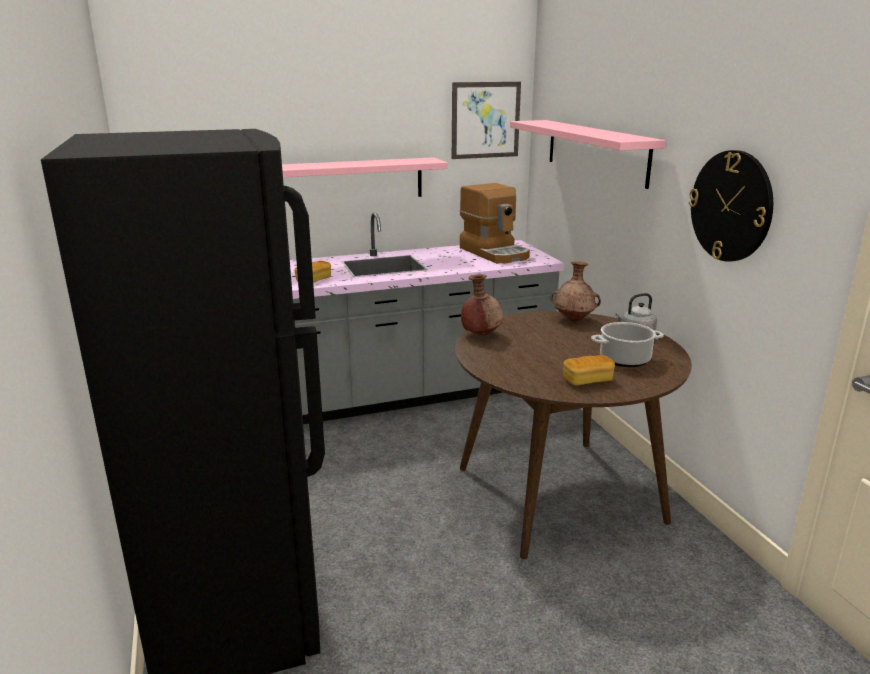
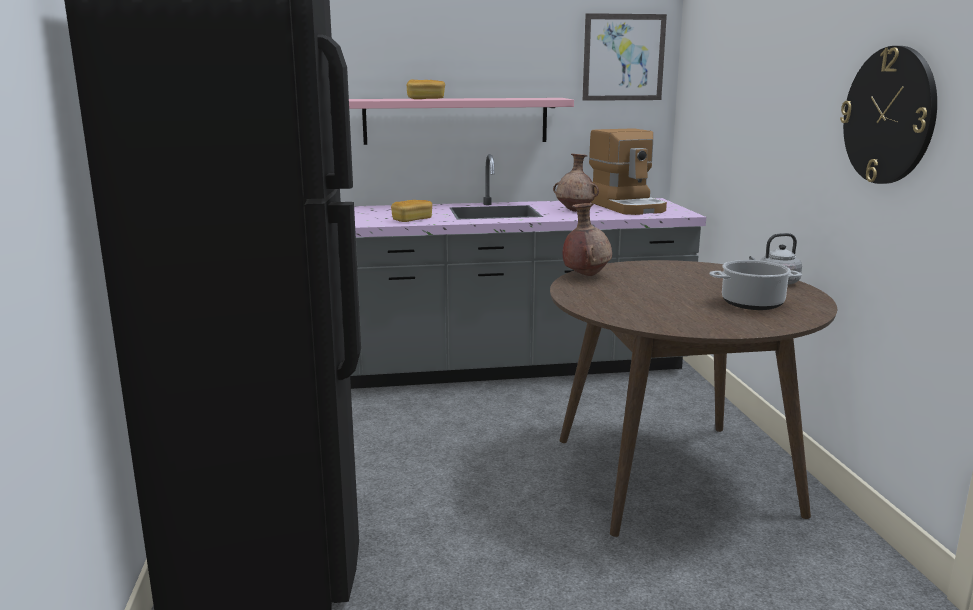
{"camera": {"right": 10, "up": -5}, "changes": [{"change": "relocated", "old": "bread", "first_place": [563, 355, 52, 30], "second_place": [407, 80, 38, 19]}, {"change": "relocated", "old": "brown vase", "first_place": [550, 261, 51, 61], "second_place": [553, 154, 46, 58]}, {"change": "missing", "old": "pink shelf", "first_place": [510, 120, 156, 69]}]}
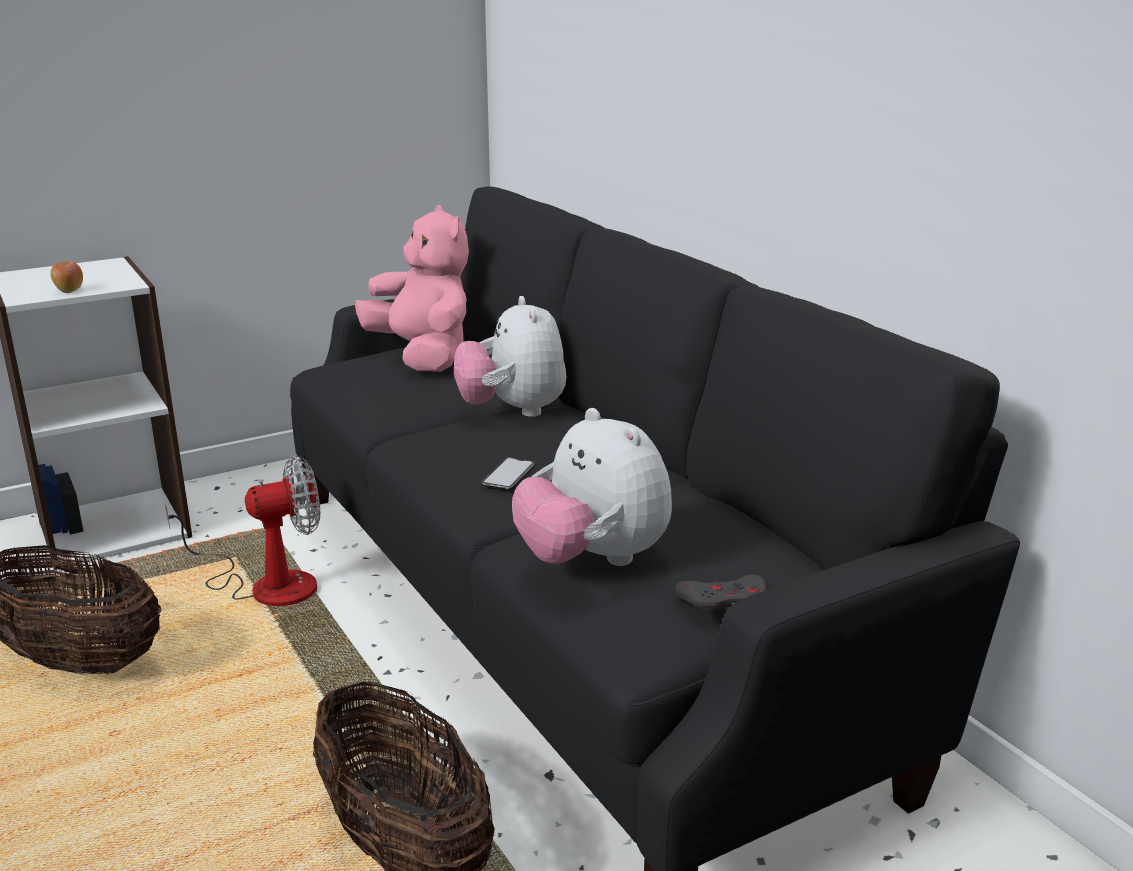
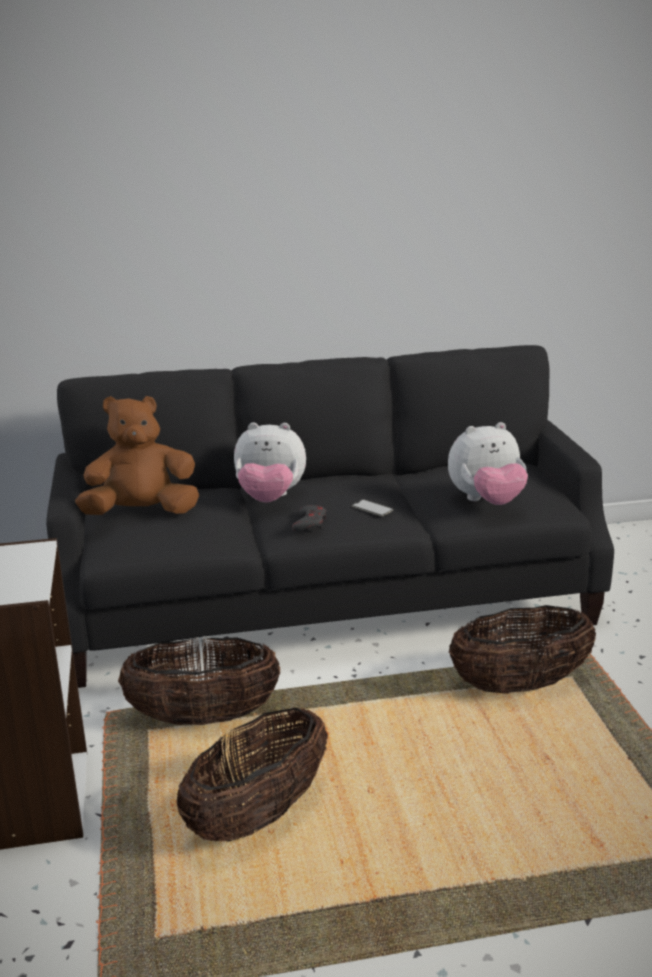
{"camera": {"right": -70, "up": 0}, "changes": [{"change": "colour", "old": "pink plush toy", "new": "brown plush toy", "first_place": [355, 205, 114, 167], "second_place": [75, 396, 124, 119]}, {"change": "exchanged", "old": "fan", "new": "basket", "first_place": [165, 456, 155, 150], "second_place": [118, 637, 162, 88]}, {"change": "relocated", "old": "grey game controller", "first_place": [675, 575, 92, 44], "second_place": [292, 505, 34, 26]}, {"change": "missing", "old": "apple", "first_place": [51, 261, 32, 32]}]}
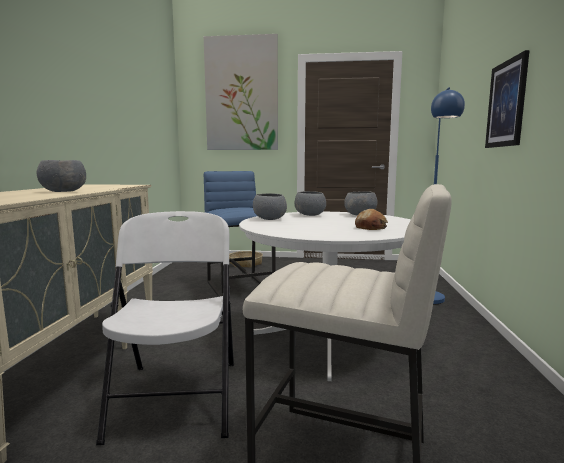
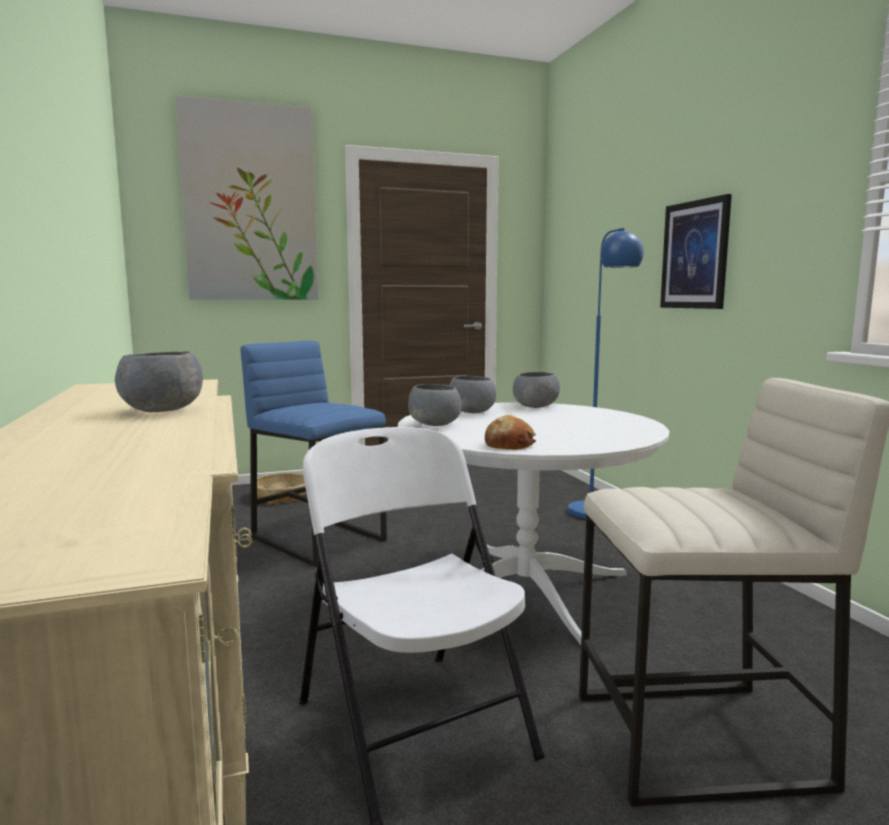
{"camera": {"right": -25, "up": 0}, "changes": [{"change": "relocated", "old": "bread", "first_place": [355, 209, 33, 21], "second_place": [485, 415, 51, 35]}]}
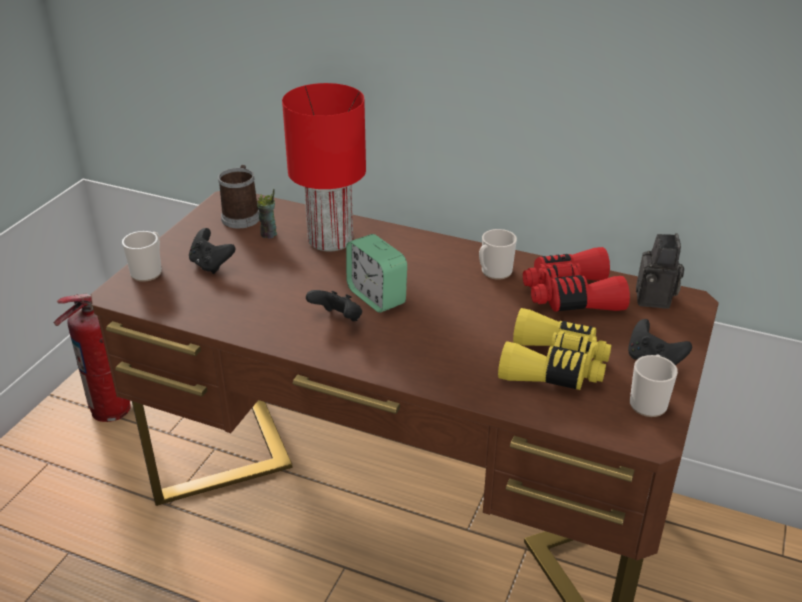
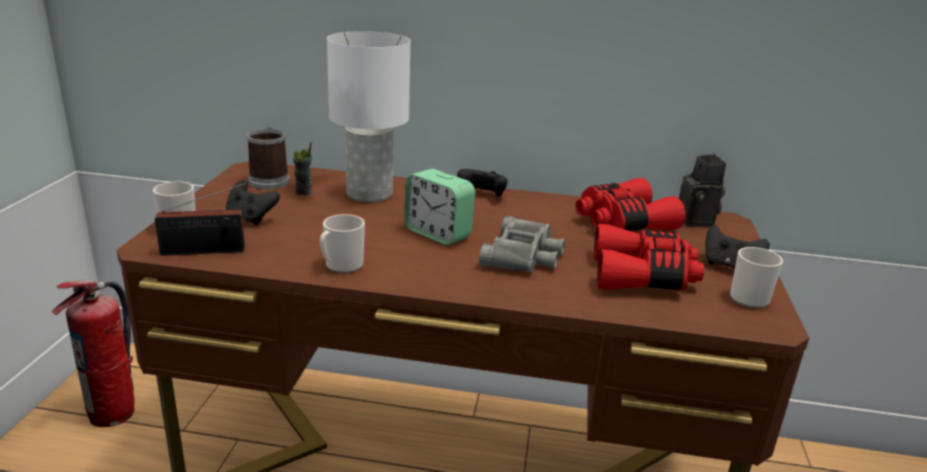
{"camera": {"right": -15, "up": -10}, "changes": [{"change": "appeared", "new": "radio", "second_place": [155, 182, 94, 74]}, {"change": "relocated", "old": "mug", "first_place": [479, 229, 38, 51], "second_place": [320, 214, 45, 59]}, {"change": "colour", "old": "red table lamp", "new": "white table lamp", "first_place": [282, 83, 84, 168], "second_place": [327, 31, 84, 171]}, {"change": "relocated", "old": "black game controller", "first_place": [306, 290, 56, 31], "second_place": [457, 169, 51, 27]}, {"change": "appeared", "new": "grey binoculars", "second_place": [479, 216, 86, 57]}, {"change": "colour", "old": "yellow binoculars", "new": "red binoculars", "first_place": [498, 308, 114, 82], "second_place": [594, 224, 110, 66]}]}
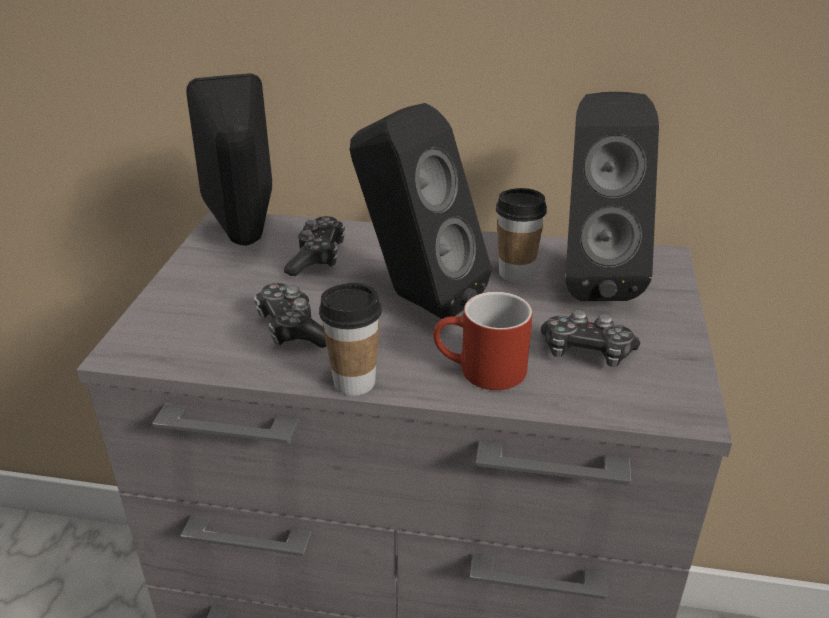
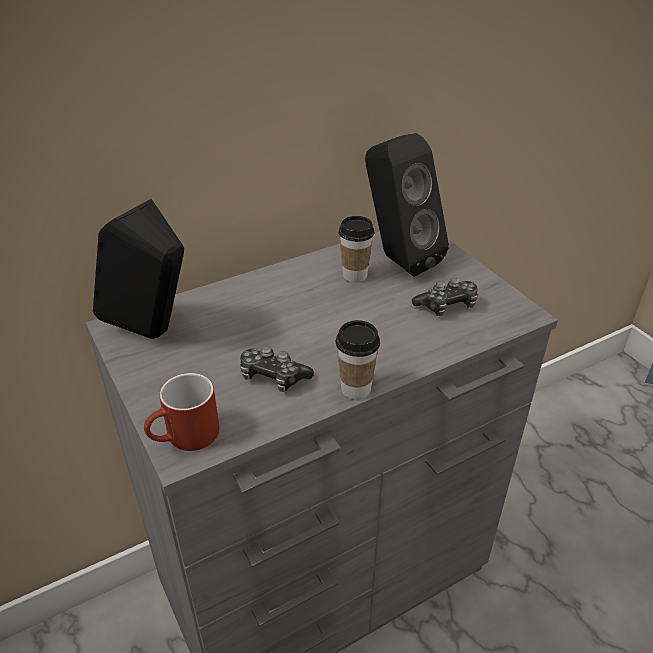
{"camera": {"right": -40, "up": 5}, "changes": [{"change": "relocated", "old": "red mug", "first_place": [433, 292, 100, 98], "second_place": [144, 373, 76, 78]}, {"change": "missing", "old": "game controller", "first_place": [284, 216, 61, 60]}, {"change": "missing", "old": "black speaker", "first_place": [350, 103, 141, 216]}]}
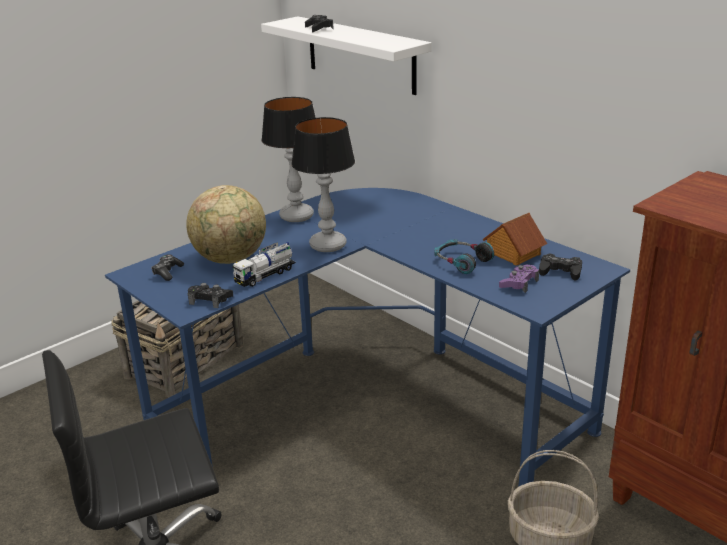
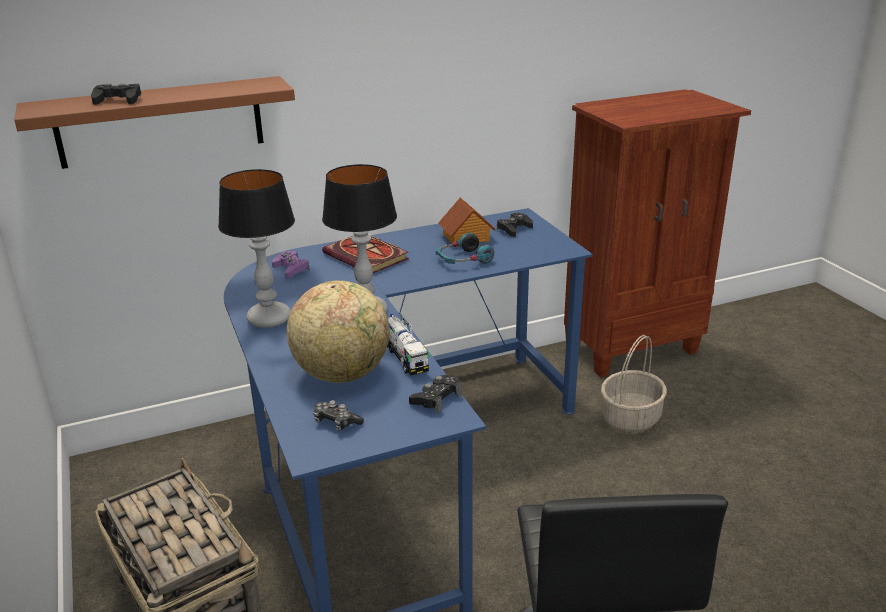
{"camera": {"right": -70, "up": 0}, "changes": [{"change": "colour", "old": "white shelf", "new": "brown shelf", "first_place": [261, 16, 171, 79], "second_place": [14, 76, 281, 93]}, {"change": "relocated", "old": "purple game controller", "first_place": [499, 264, 40, 29], "second_place": [272, 251, 38, 28]}, {"change": "appeared", "new": "book", "second_place": [322, 235, 87, 38]}]}
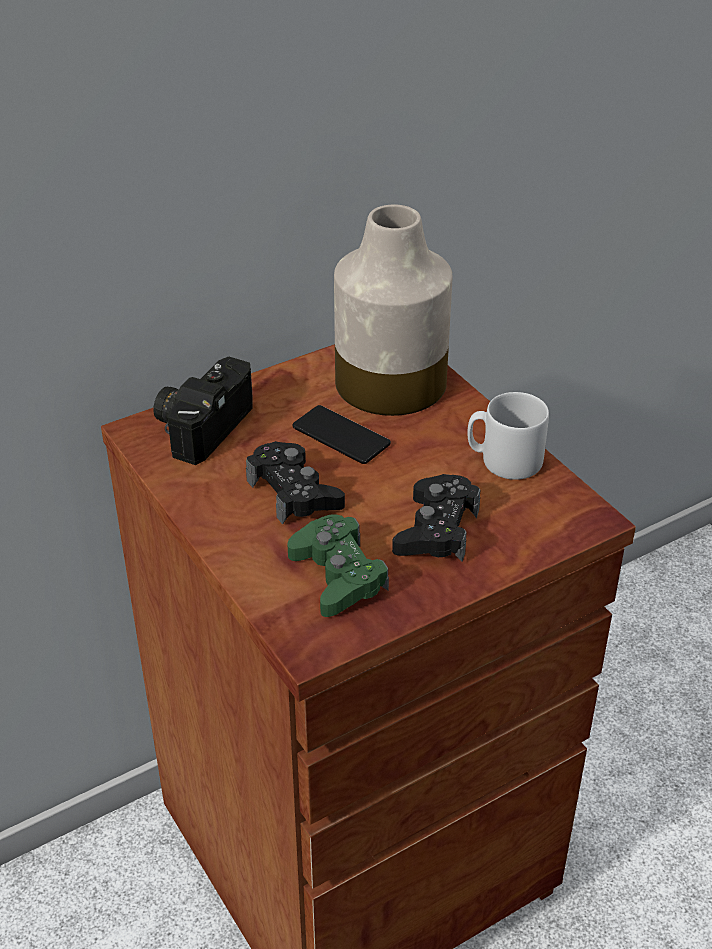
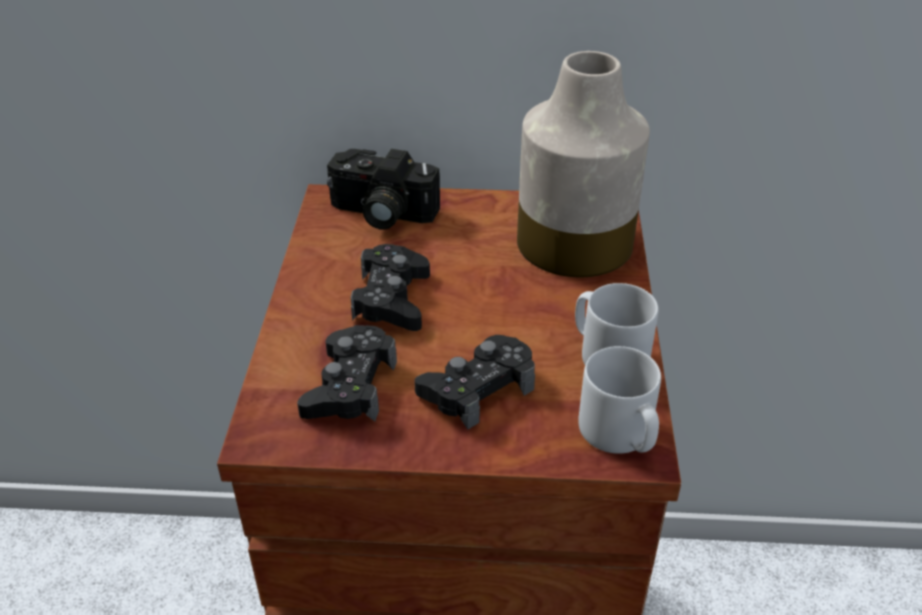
{"camera": {"right": 35, "up": 0}, "changes": [{"change": "colour", "old": "green game controller", "new": "black game controller", "first_place": [287, 514, 102, 103], "second_place": [297, 325, 100, 96]}, {"change": "spun", "old": "photo camera", "first_place": [153, 356, 100, 109], "second_place": [327, 149, 113, 81], "degrees": -135}, {"change": "appeared", "new": "grey mug", "second_place": [578, 346, 83, 108]}, {"change": "missing", "old": "phone", "first_place": [292, 405, 99, 59]}]}
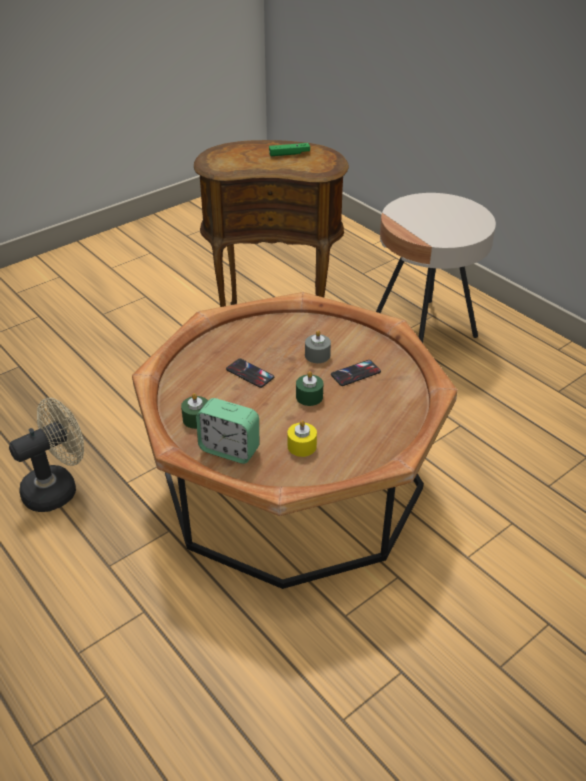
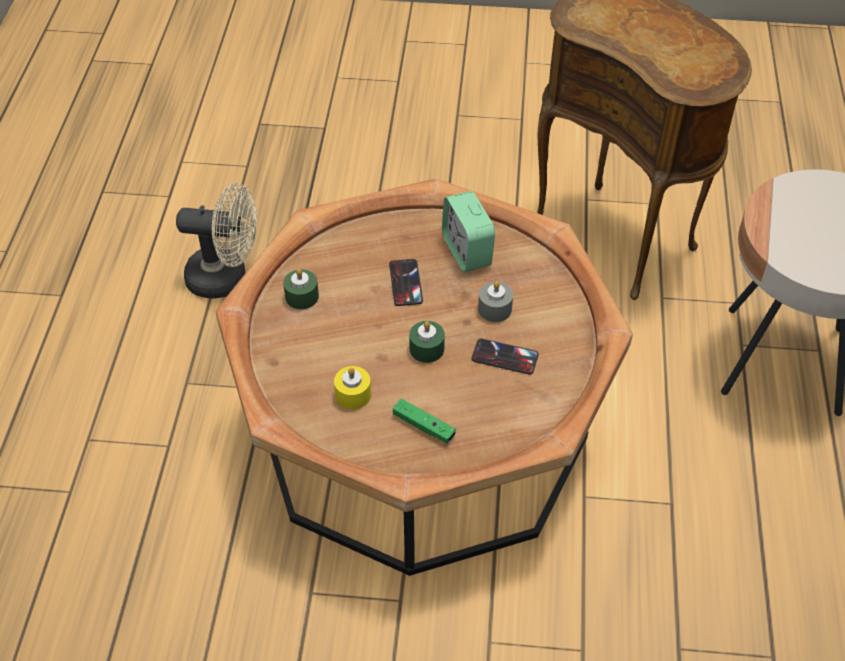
{"camera": {"right": 45, "up": 10}, "changes": [{"change": "relocated", "old": "green game controller", "first_place": [269, 143, 41, 13], "second_place": [393, 399, 63, 45]}, {"change": "relocated", "old": "alarm clock", "first_place": [196, 398, 63, 66], "second_place": [442, 191, 53, 81]}]}
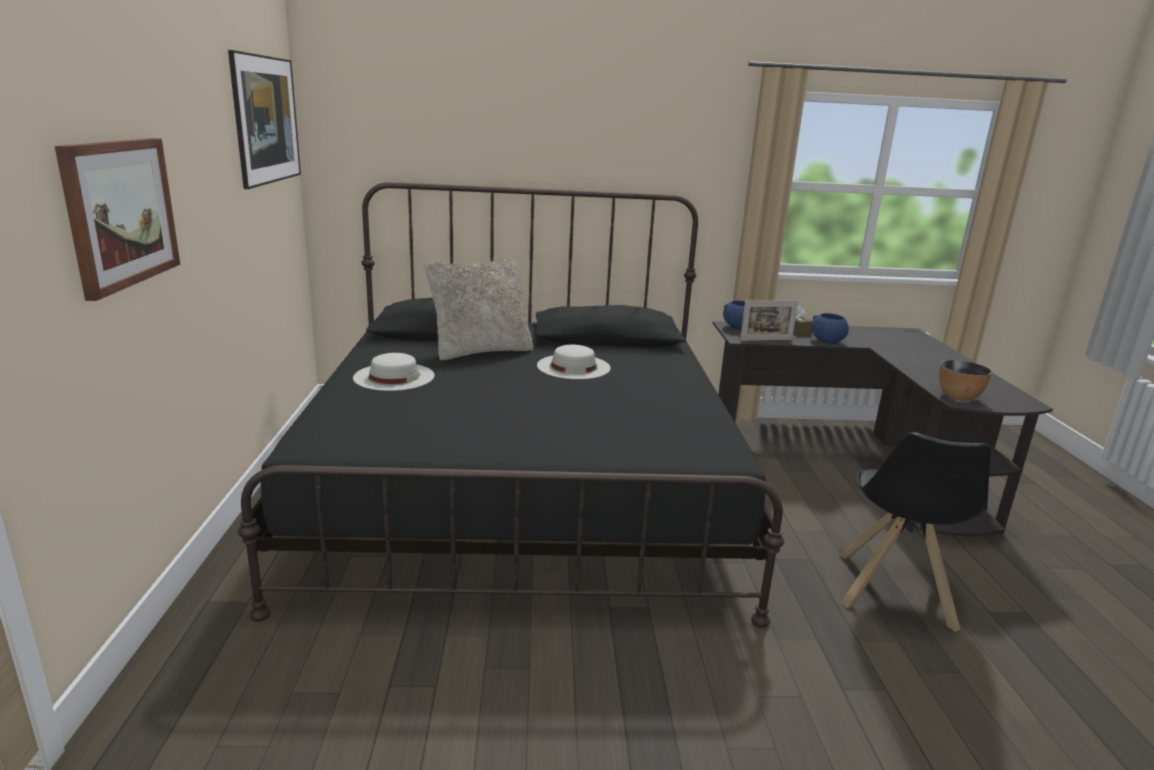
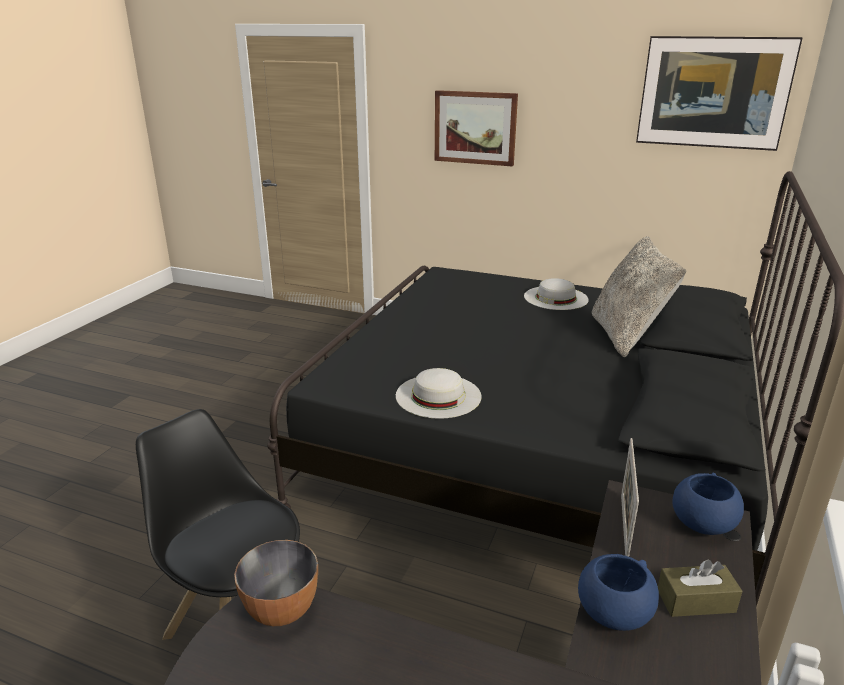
{"camera": {"right": 115, "up": 5}, "changes": [{"change": "relocated", "old": "white hat", "first_place": [537, 345, 74, 34], "second_place": [396, 368, 85, 51]}]}
